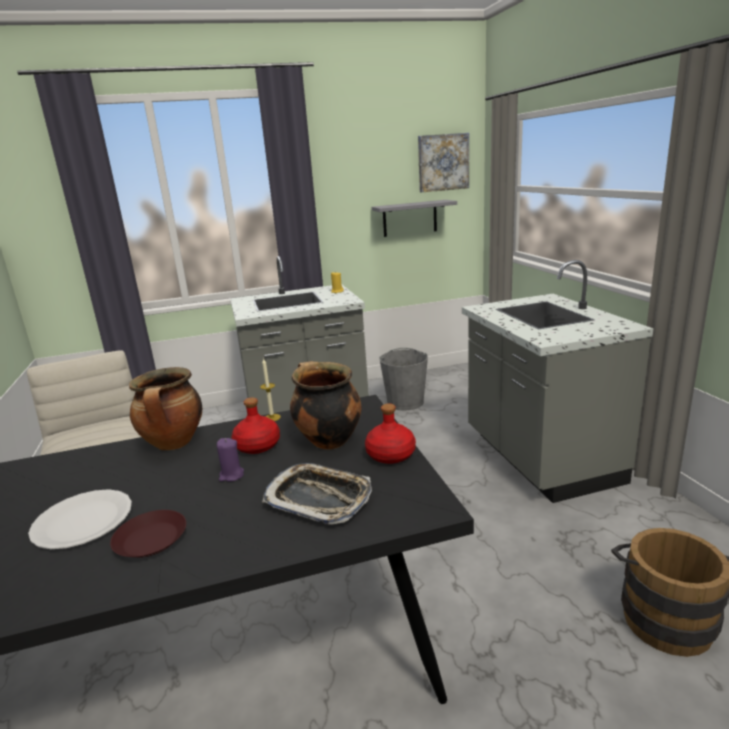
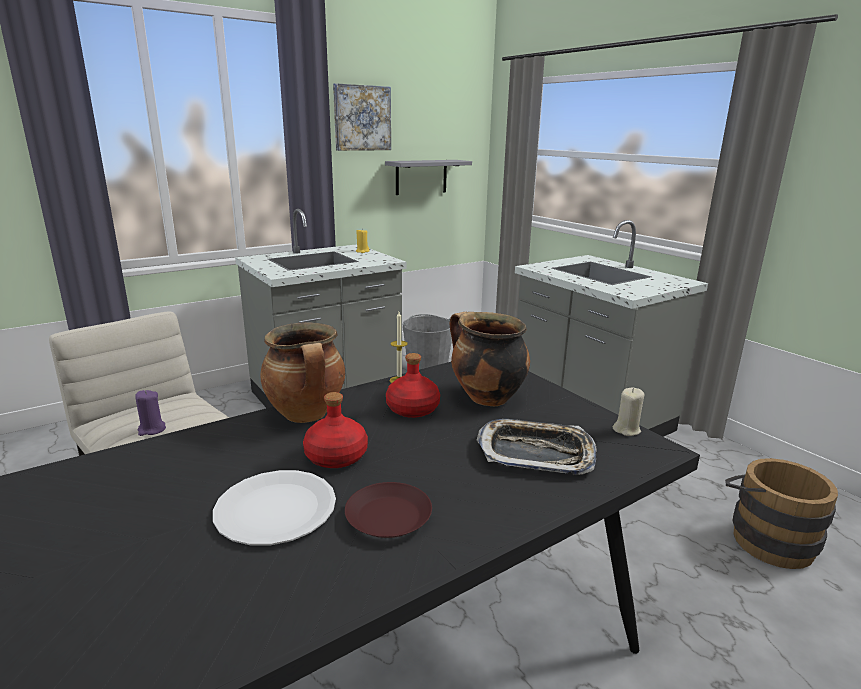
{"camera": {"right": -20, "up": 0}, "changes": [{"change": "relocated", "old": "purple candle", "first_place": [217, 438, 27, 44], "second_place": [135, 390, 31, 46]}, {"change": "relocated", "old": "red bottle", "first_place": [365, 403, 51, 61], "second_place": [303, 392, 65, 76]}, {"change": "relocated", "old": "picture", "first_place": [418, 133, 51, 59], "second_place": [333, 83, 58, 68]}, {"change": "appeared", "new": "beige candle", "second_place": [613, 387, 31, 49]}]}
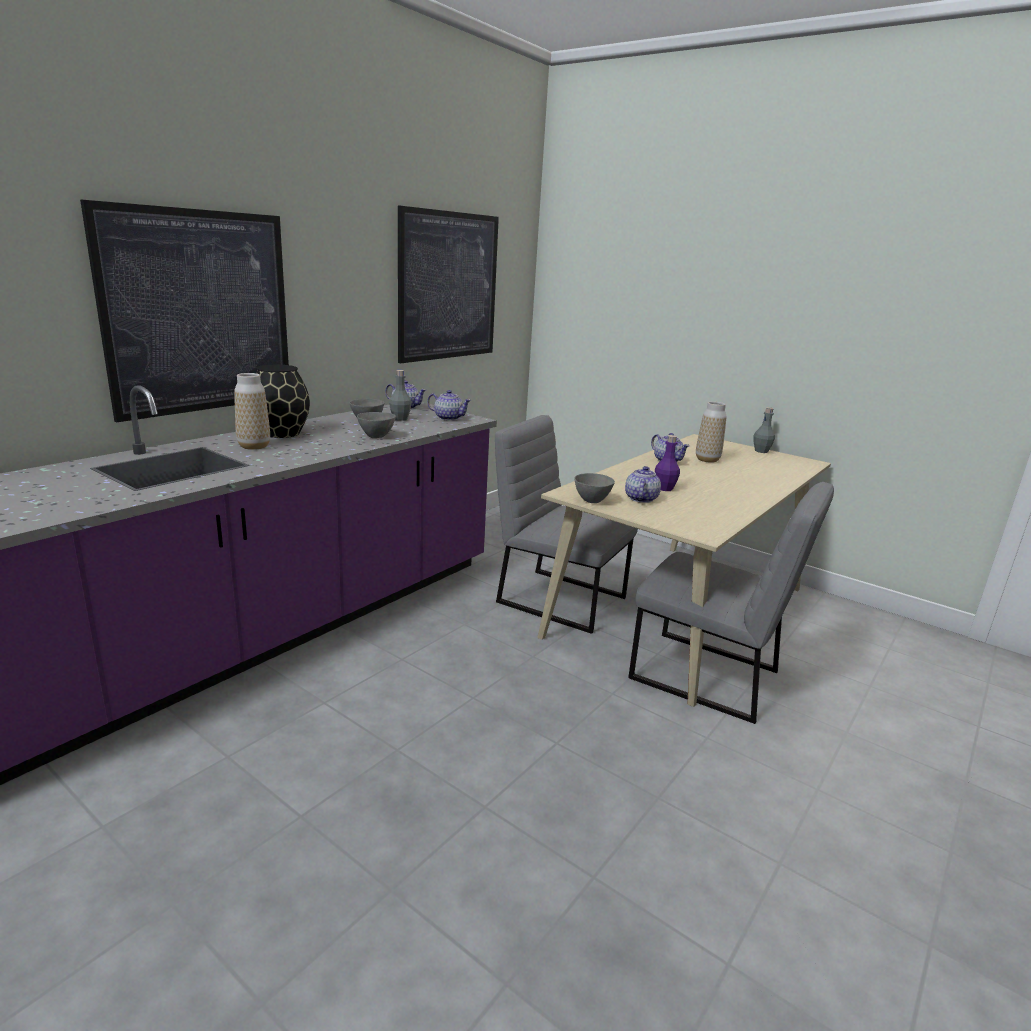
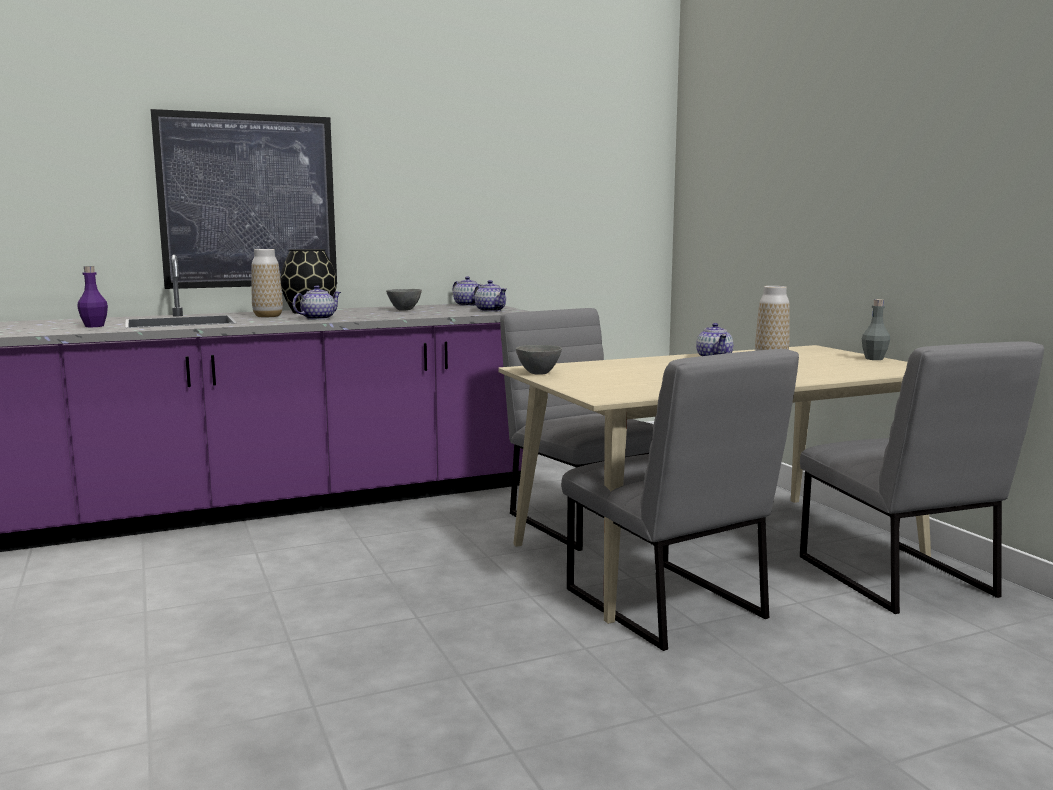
{"camera": {"right": 30, "up": -10}, "changes": [{"change": "relocated", "old": "purple bottle", "first_place": [655, 435, 25, 56], "second_place": [77, 266, 31, 61]}, {"change": "relocated", "old": "teapot", "first_place": [625, 466, 36, 37], "second_place": [292, 285, 49, 35]}, {"change": "appeared", "new": "grey chair", "second_place": [800, 341, 244, 273]}, {"change": "missing", "old": "grey bowl", "first_place": [357, 412, 39, 26]}, {"change": "missing", "old": "grey bottle", "first_place": [389, 370, 23, 51]}, {"change": "missing", "old": "picture", "first_place": [398, 206, 101, 157]}]}
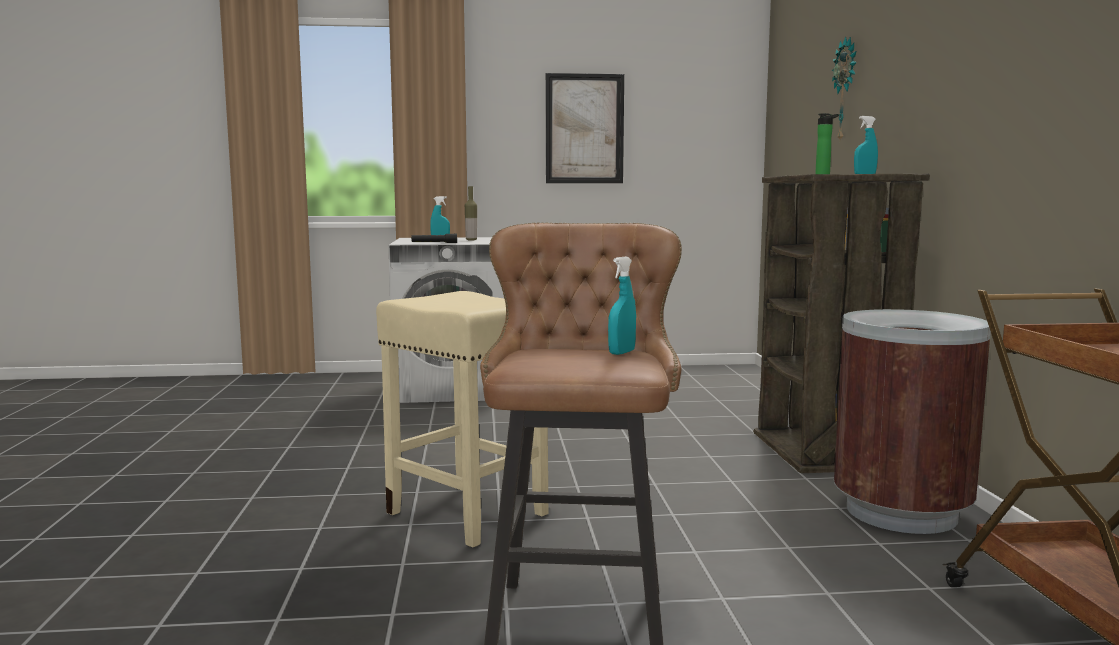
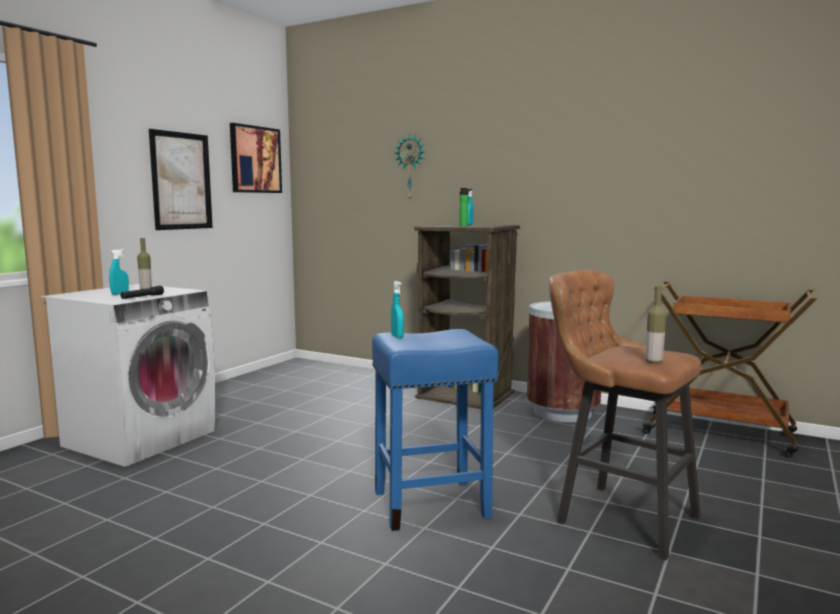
{"camera": {"right": -55, "up": 0}, "changes": [{"change": "appeared", "new": "picture", "second_place": [230, 123, 52, 70]}, {"change": "colour", "old": "beige stool", "new": "blue stool", "first_place": [376, 291, 173, 256], "second_place": [372, 329, 126, 202]}, {"change": "relocated", "old": "turquoise spray bottle", "first_place": [608, 257, 28, 98], "second_place": [391, 281, 13, 57]}, {"change": "appeared", "new": "bottle", "second_place": [646, 286, 20, 78]}]}
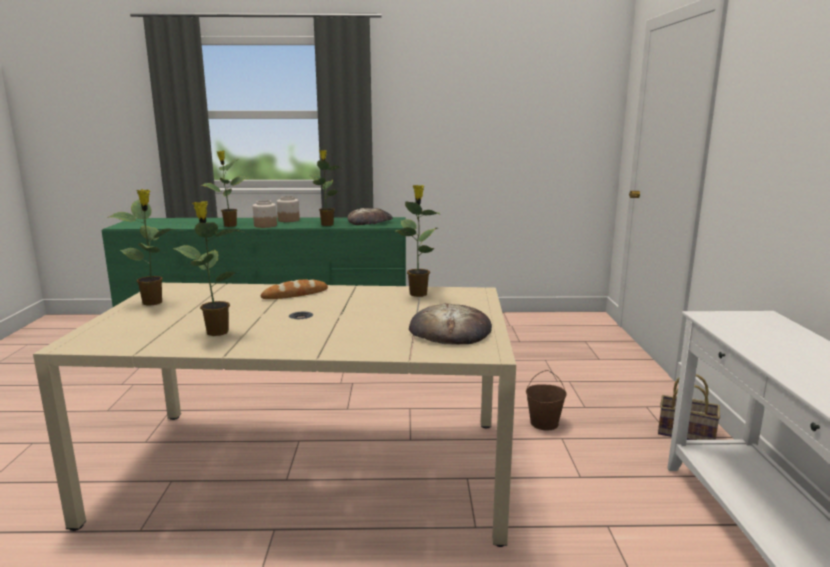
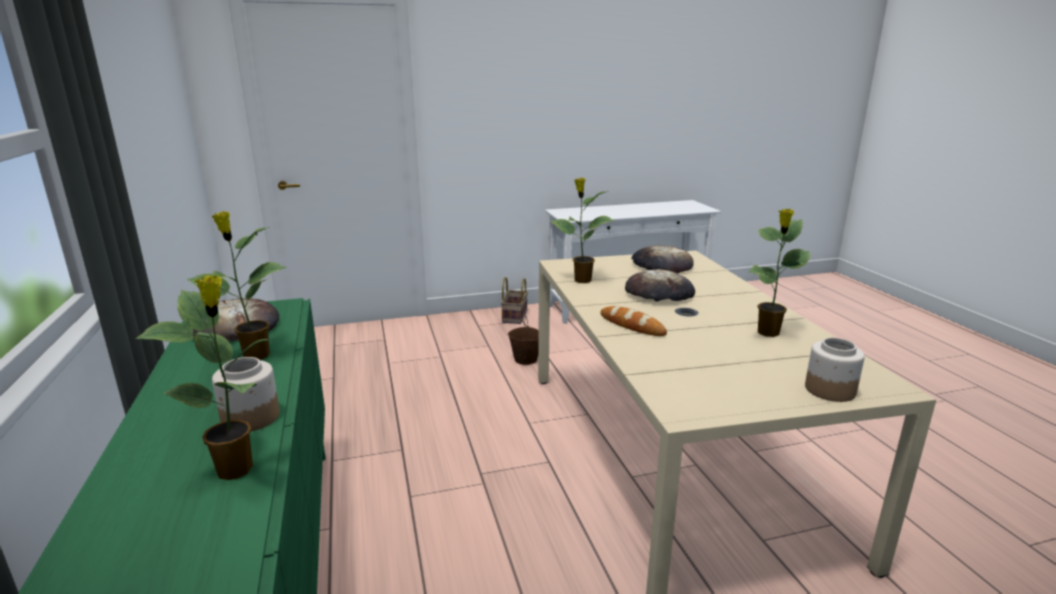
{"camera": {"right": -105, "up": 5}, "changes": [{"change": "appeared", "new": "bread", "second_place": [625, 269, 70, 33]}, {"change": "relocated", "old": "jar", "first_place": [277, 196, 23, 26], "second_place": [805, 338, 60, 64]}, {"change": "missing", "old": "potted plant", "first_place": [109, 189, 68, 116]}]}
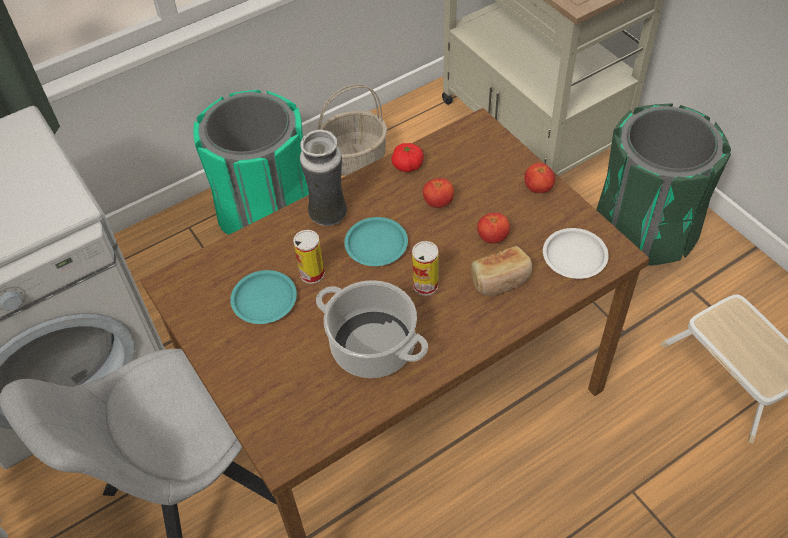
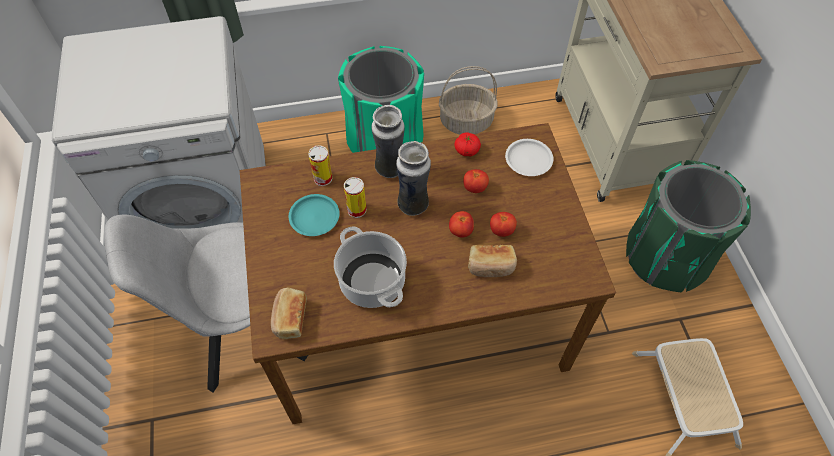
{"camera": {"right": 20, "up": 5}, "changes": [{"change": "appeared", "new": "bread", "second_place": [271, 287, 36, 52]}, {"change": "relocated", "old": "can", "first_place": [412, 241, 27, 55], "second_place": [308, 145, 24, 41]}, {"change": "exchanged", "old": "turquoise plate", "new": "vase", "first_place": [344, 217, 64, 49], "second_place": [396, 141, 35, 75]}, {"change": "relocated", "old": "tomato", "first_place": [524, 163, 31, 30], "second_place": [449, 211, 25, 26]}, {"change": "relocated", "old": "white plate", "first_place": [543, 228, 66, 51], "second_place": [505, 139, 49, 37]}]}
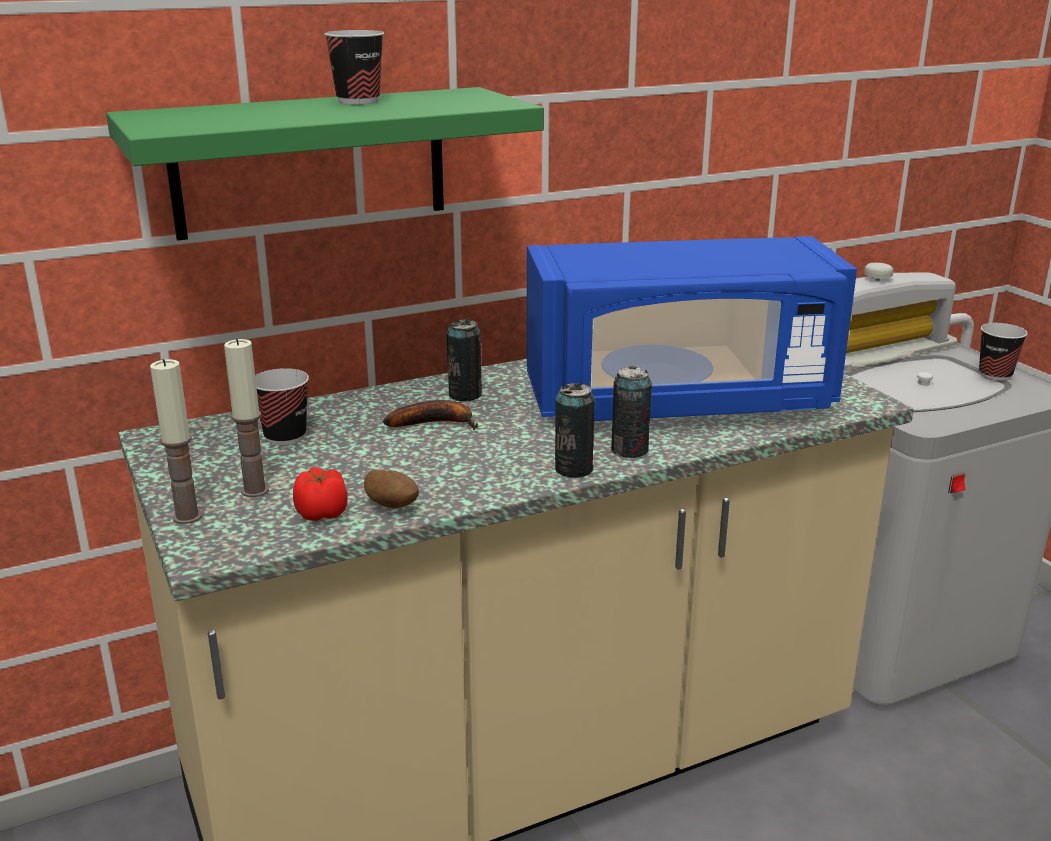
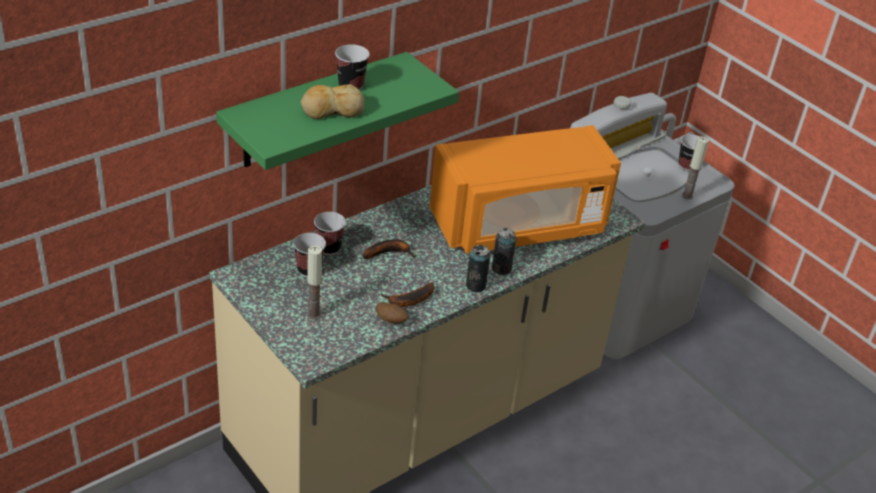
{"camera": {"right": -15, "up": 15}, "changes": [{"change": "appeared", "new": "bread", "second_place": [301, 84, 63, 35]}, {"change": "appeared", "new": "cup", "second_place": [314, 212, 32, 43]}, {"change": "appeared", "new": "banana", "second_place": [381, 283, 53, 24]}, {"change": "colour", "old": "blue microwave", "new": "orange microwave", "first_place": [527, 236, 330, 185], "second_place": [430, 125, 191, 129]}, {"change": "relocated", "old": "candle", "first_place": [150, 359, 52, 165], "second_place": [682, 137, 27, 63]}, {"change": "missing", "old": "tomato", "first_place": [293, 468, 55, 53]}, {"change": "missing", "old": "can", "first_place": [447, 319, 35, 83]}]}
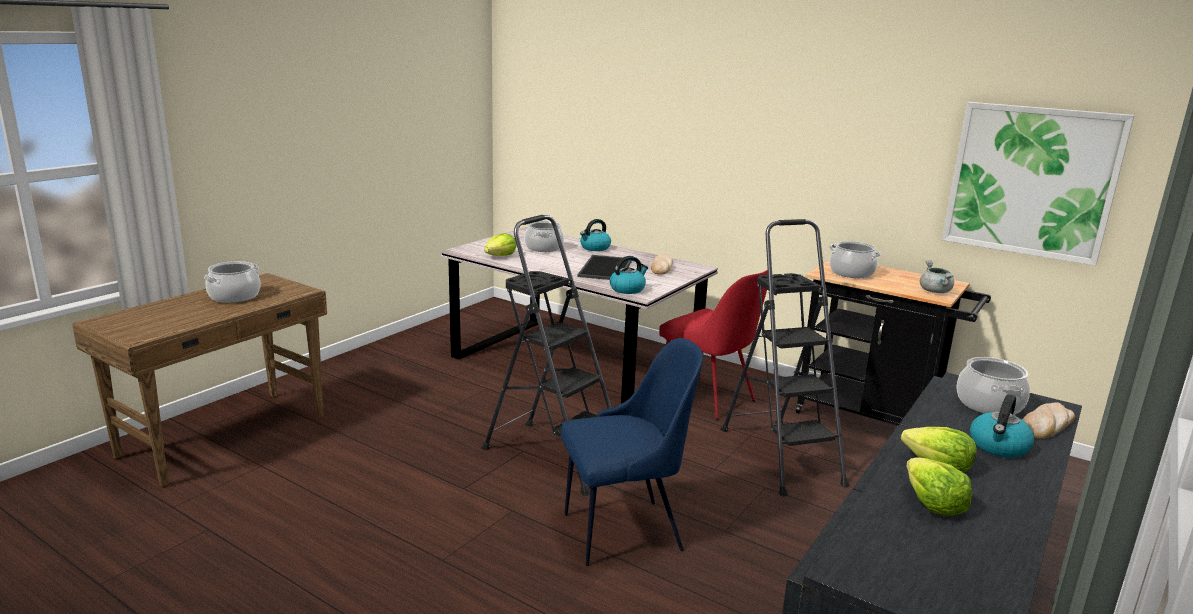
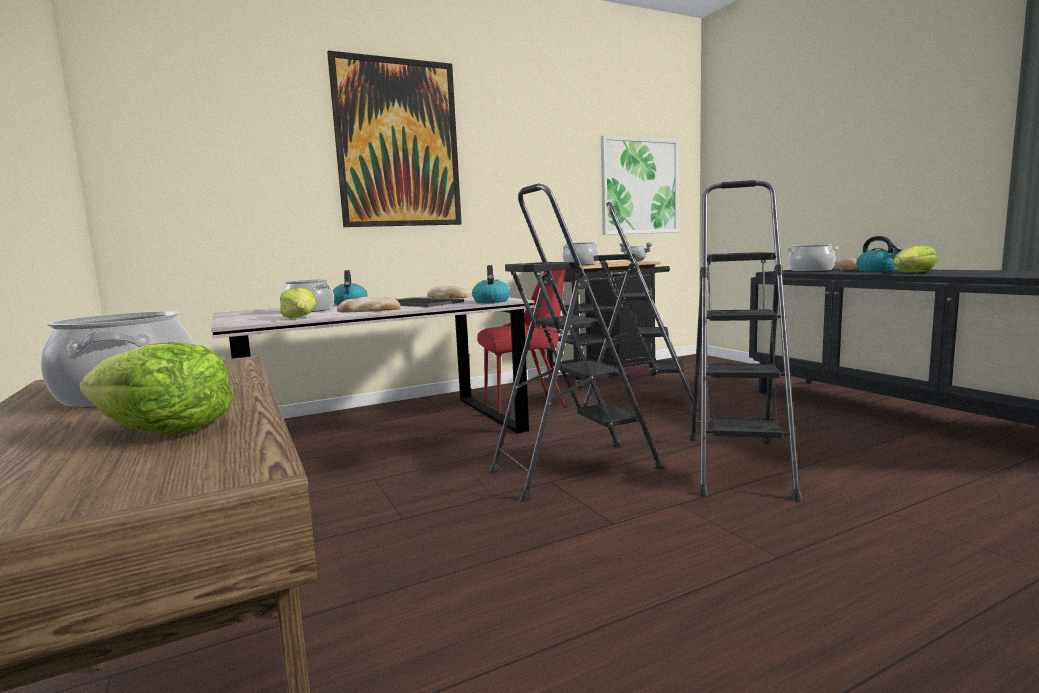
{"camera": {"right": -60, "up": -10}, "changes": [{"change": "relocated", "old": "lettuce", "first_place": [906, 457, 66, 59], "second_place": [79, 342, 154, 93]}, {"change": "appeared", "new": "picture", "second_place": [327, 51, 135, 176]}, {"change": "appeared", "new": "bread", "second_place": [337, 297, 64, 15]}, {"change": "exchanged", "old": "blue chair", "new": "step ladder", "first_place": [561, 338, 142, 228], "second_place": [689, 180, 114, 322]}]}
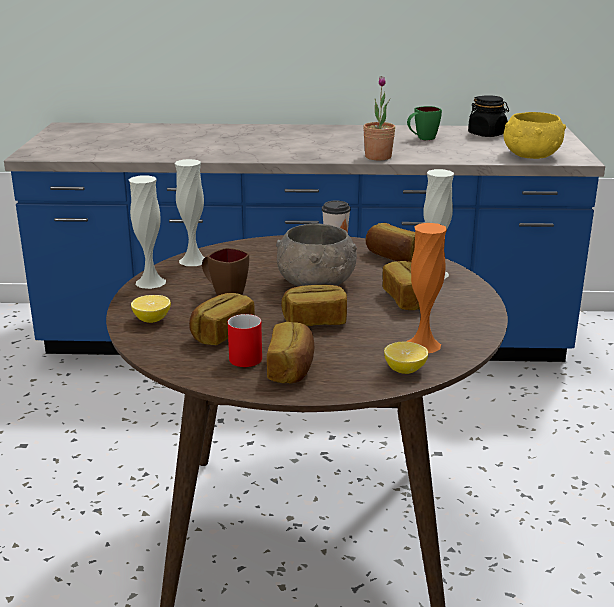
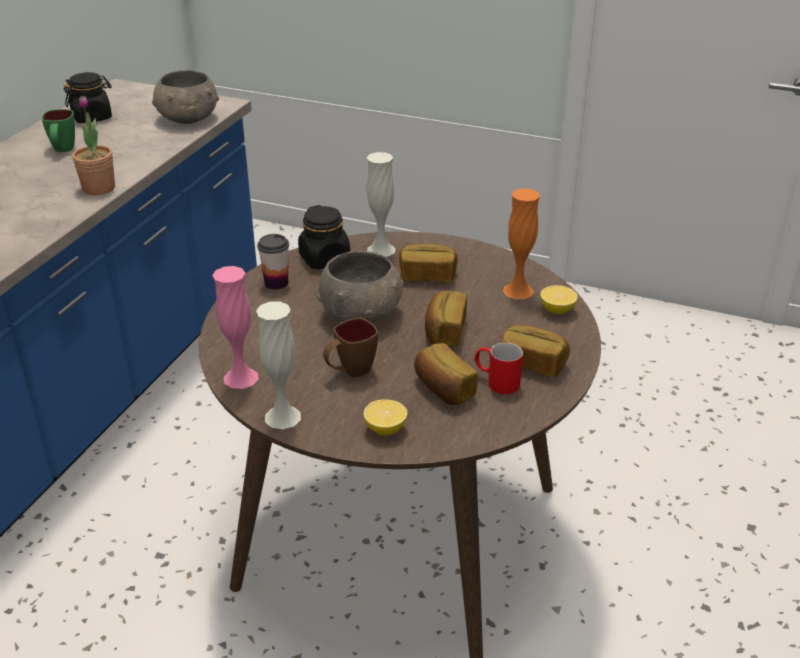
{"camera": {"right": -70, "up": 10}, "changes": [{"change": "colour", "old": "yellow bowl", "new": "grey bowl", "first_place": [503, 112, 63, 47], "second_place": [152, 70, 67, 54]}, {"change": "colour", "old": "white vase", "new": "pink vase", "first_place": [174, 159, 31, 107], "second_place": [212, 266, 47, 123]}, {"change": "exchanged", "old": "bread", "new": "black jar", "first_place": [365, 223, 50, 39], "second_place": [298, 205, 52, 65]}]}
